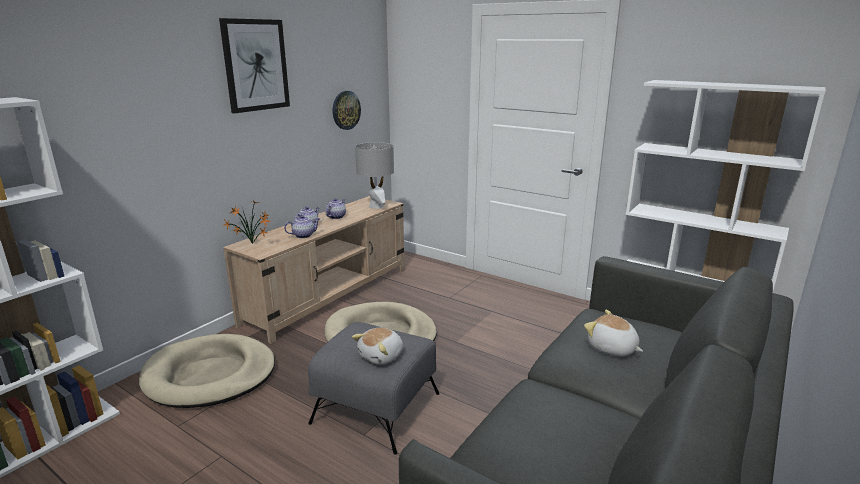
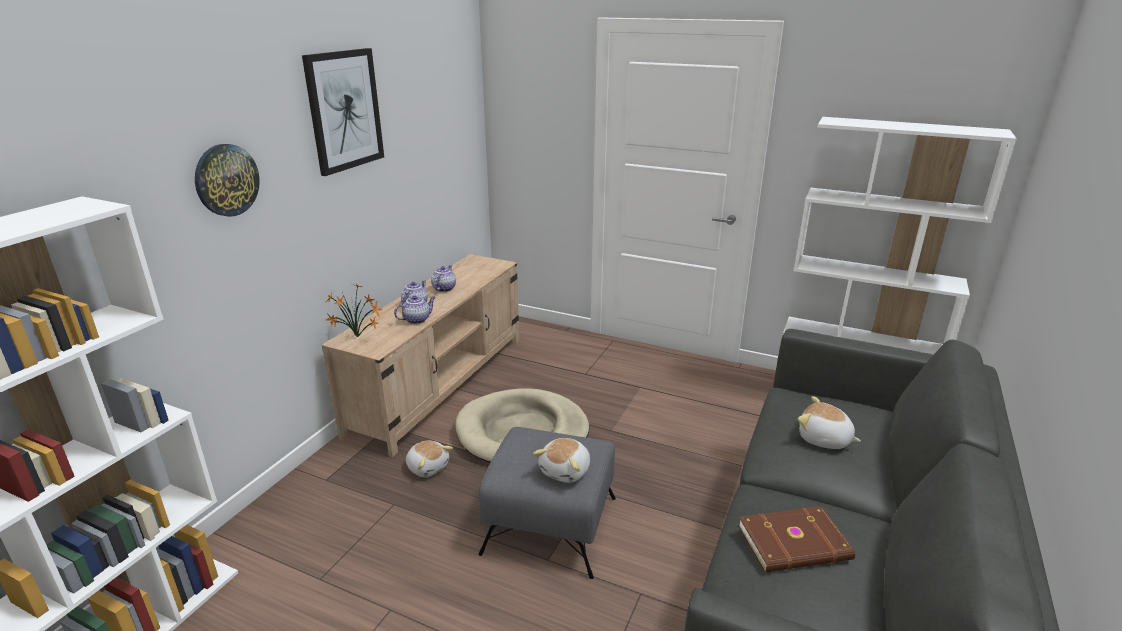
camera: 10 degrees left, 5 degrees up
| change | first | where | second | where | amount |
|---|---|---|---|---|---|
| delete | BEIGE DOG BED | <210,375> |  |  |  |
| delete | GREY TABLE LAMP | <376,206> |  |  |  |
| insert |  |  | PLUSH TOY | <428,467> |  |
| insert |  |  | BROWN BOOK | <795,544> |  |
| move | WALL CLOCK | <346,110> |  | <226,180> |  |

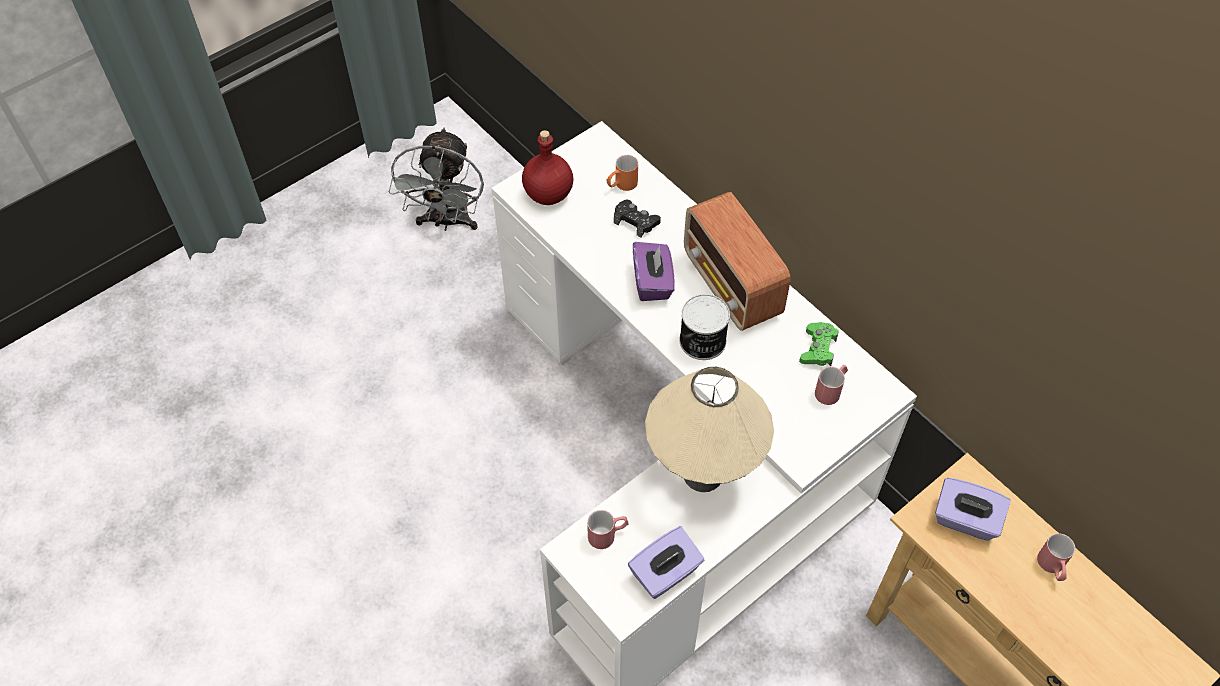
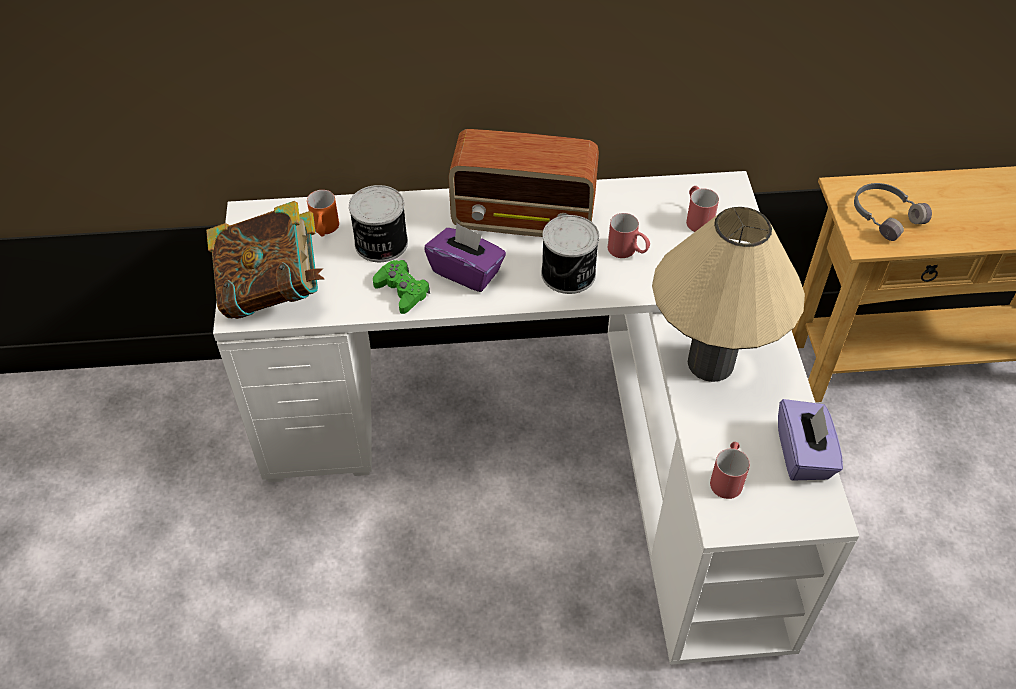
camera: 55 degrees left, 5 degrees down
| change | first | where | second | where | amount |
|---|---|---|---|---|---|
| delete | GREY FAN | <447,222> |  |  |  |
| move | GREEN GAME CONTROLLER | <818,348> |  | <402,291> |  |
| move | RED MUG | <1052,567> |  | <628,251> |  |
| replace | RED BOTTLE | <548,193> | BOOK | <273,291> |  |
| replace | BLACK GAME CONTROLLER | <636,221> | CAN | <380,244> |  |
| replace | PURPLE TISSUE BOX | <965,520> | GREY HEADPHONES | <885,215> |  |

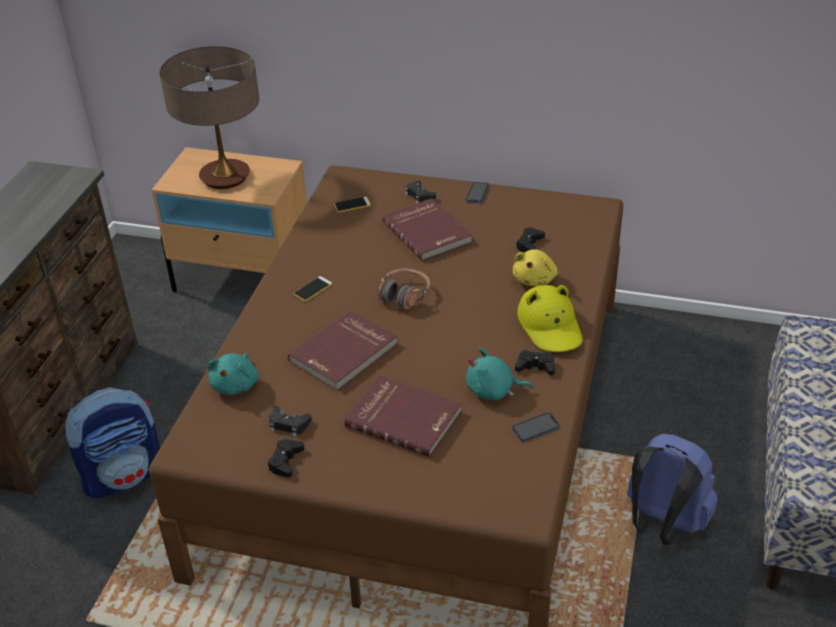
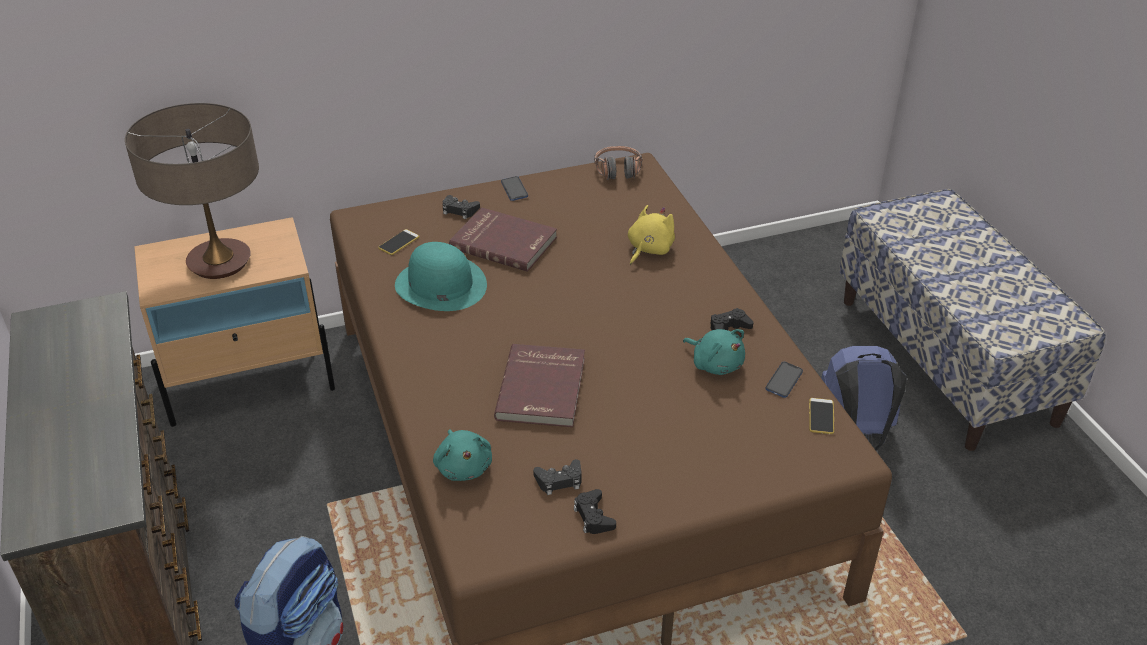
camera: 35 degrees left, 0 degrees up
| change | first | where | second | where | amount |
|---|---|---|---|---|---|
| delete | RED BOOK | <404,418> |  |  |  |
| delete | BLACK GAME CONTROLLER | <529,244> |  |  |  |
| delete | YELLOW HAT | <550,326> |  |  |  |
| insert |  |  | TURQUOISE HAT | <440,285> |  |
| move | PHONE | <313,289> |  | <821,416> |  |
| move | HEADPHONES | <404,295> |  | <618,170> |  |
| rotate | TURQUOISE PLUSH TOY | <493,390> |  | <715,364> | 105 degrees counterclockwise |
| rotate | YELLOW PLUSH TOY | <535,279> |  | <649,249> | 135 degrees counterclockwise |

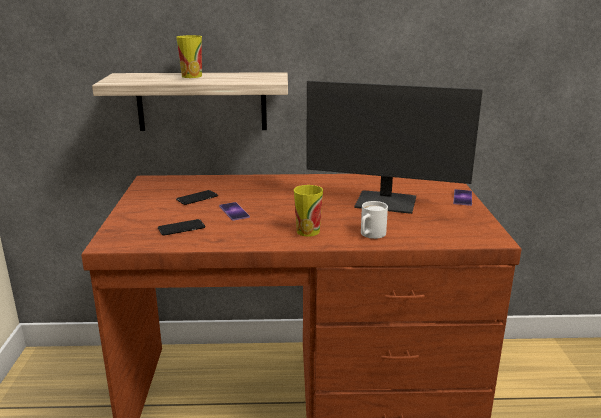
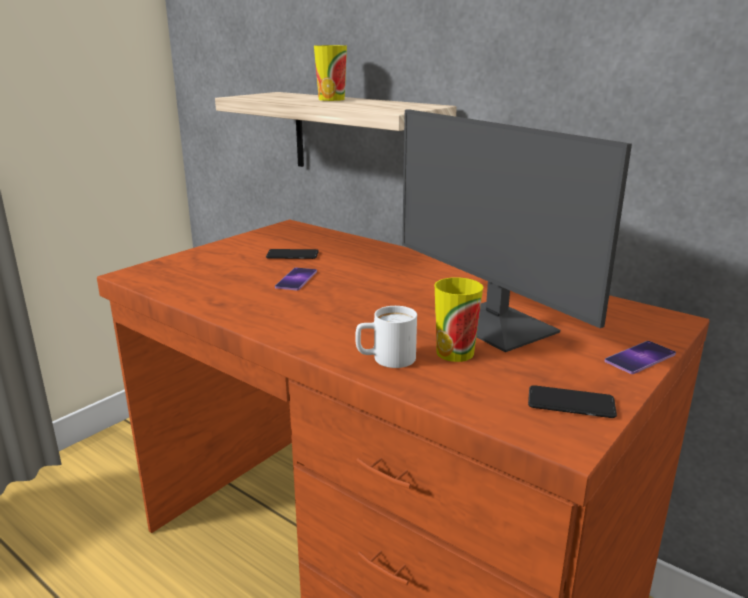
camera: 40 degrees right, 0 degrees up
| change | first | where | second | where | amount |
|---|---|---|---|---|---|
| move | PHONE | <181,228> |  | <571,403> |  |
| move | CUP | <308,231> |  | <455,353> |  |

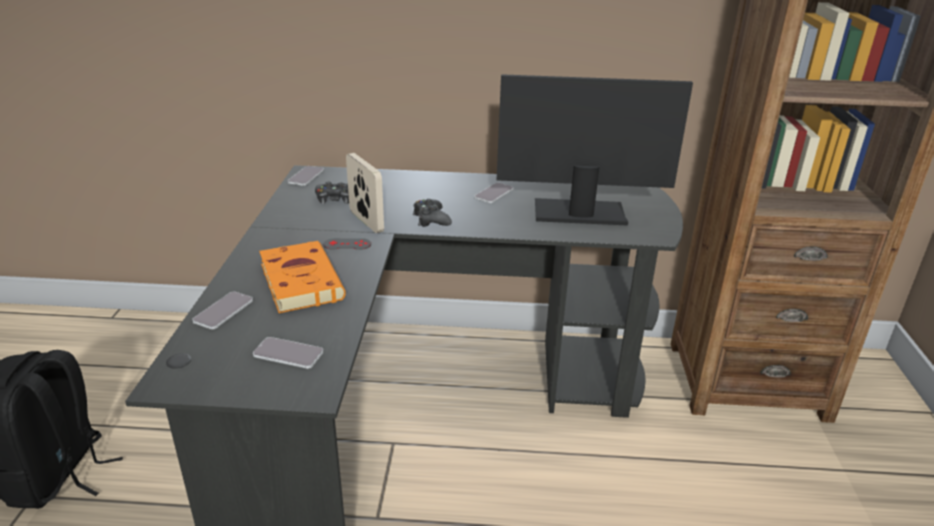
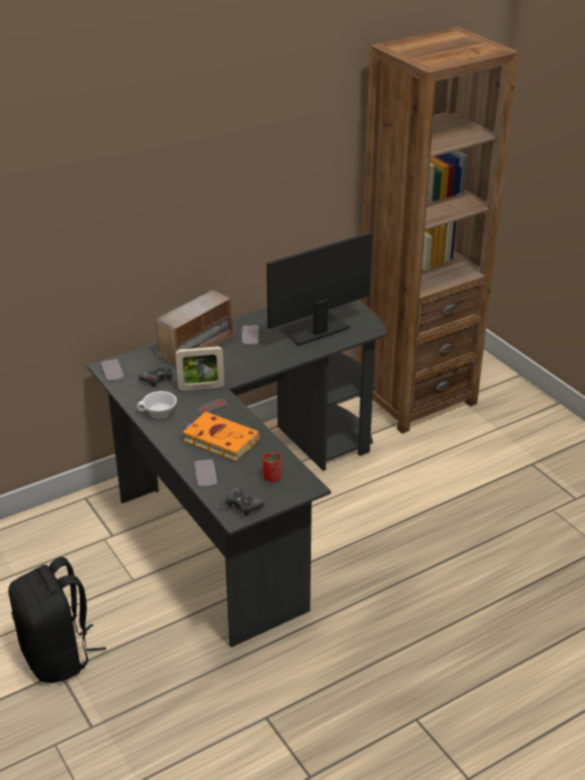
camera: 35 degrees left, 5 degrees up
| change | first | where | second | where | amount |
|---|---|---|---|---|---|
| insert |  |  | WHITE CUP | <159,413> |  |
| insert |  |  | RADIO | <196,346> |  |
| move | BLACK GAME CONTROLLER | <431,219> |  | <243,505> |  |
| replace | PHONE | <288,354> | RED CUP | <272,477> |  |
| rotate | PICTURE FRAME | <366,221> |  | <201,387> | 150 degrees clockwise |

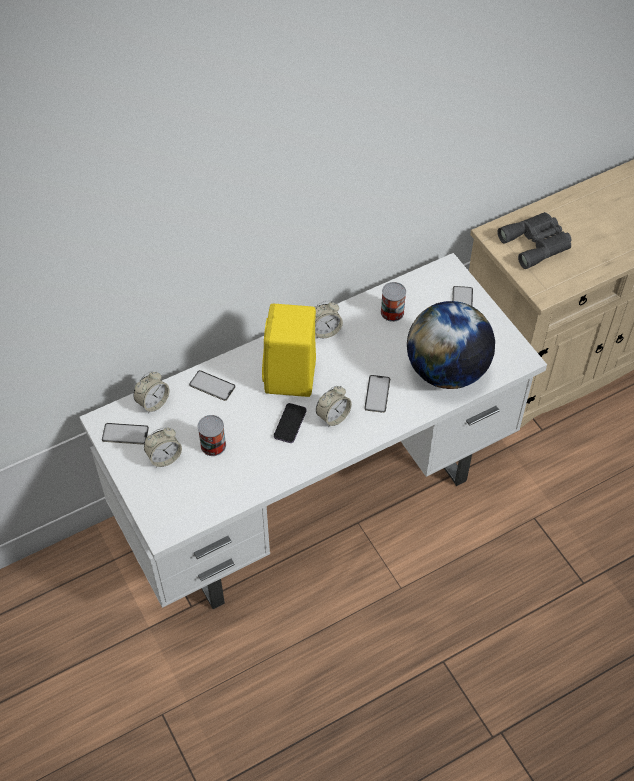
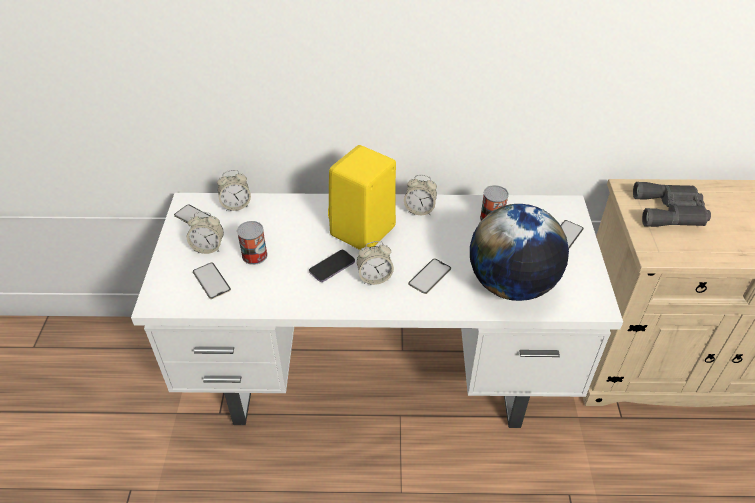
camera: 30 degrees right, 10 degrees down
| change | first | where | second | where | amount |
|---|---|---|---|---|---|
| move | PHONE | <212,386> |  | <211,281> |  |

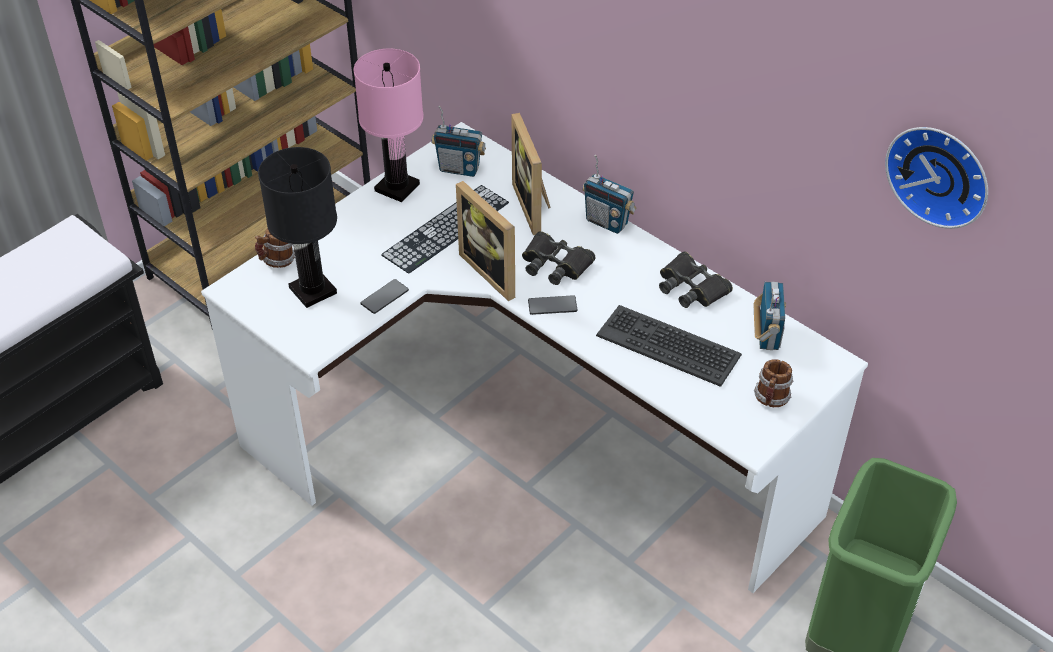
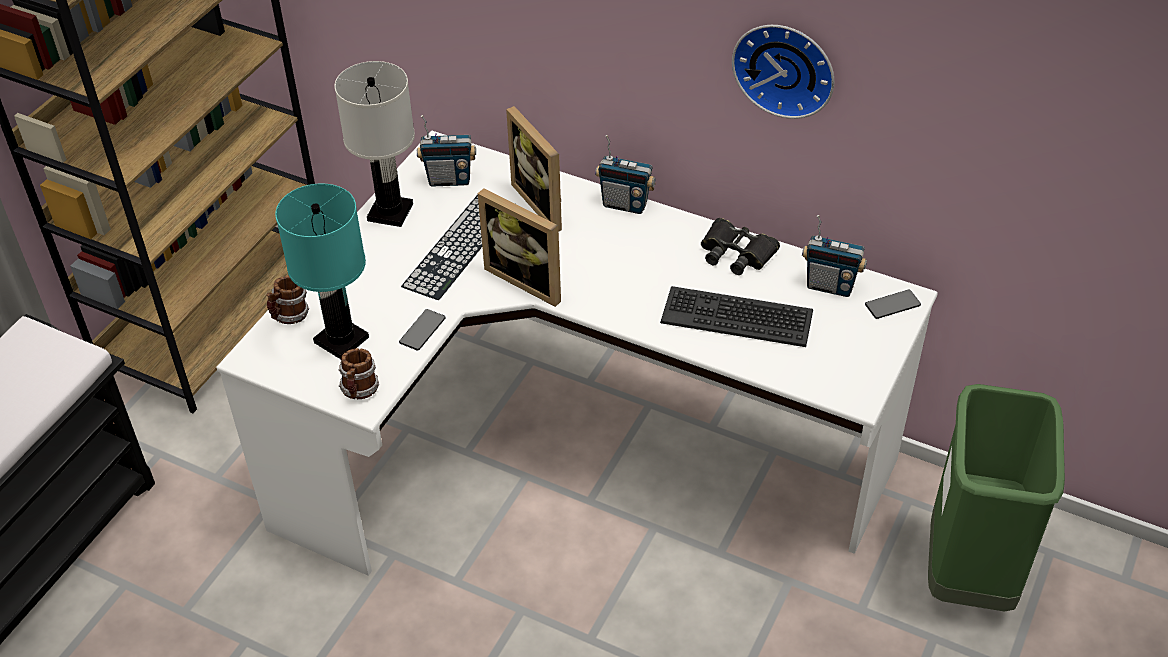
camera: 15 degrees left, 0 degrees up
| change | first | where | second | where | amount |
|---|---|---|---|---|---|
| delete | BLACK BINOCULARS | <555,264> |  |  |  |
| move | PHONE | <552,306> |  | <892,305> |  |
| move | MUG | <771,399> |  | <360,391> |  |
| move | WALL CLOCK | <940,173> |  | <785,67> |  |
| recolor | BLACK TABLE LAMP | <312,291> | TURQUOISE TABLE LAMP | <341,340> |  |
| recolor | PINK TABLE LAMP | <396,187> | WHITE TABLE LAMP | <389,212> |  |
| rotate | RADIO | <767,336> |  | <830,286> | 120 degrees clockwise |

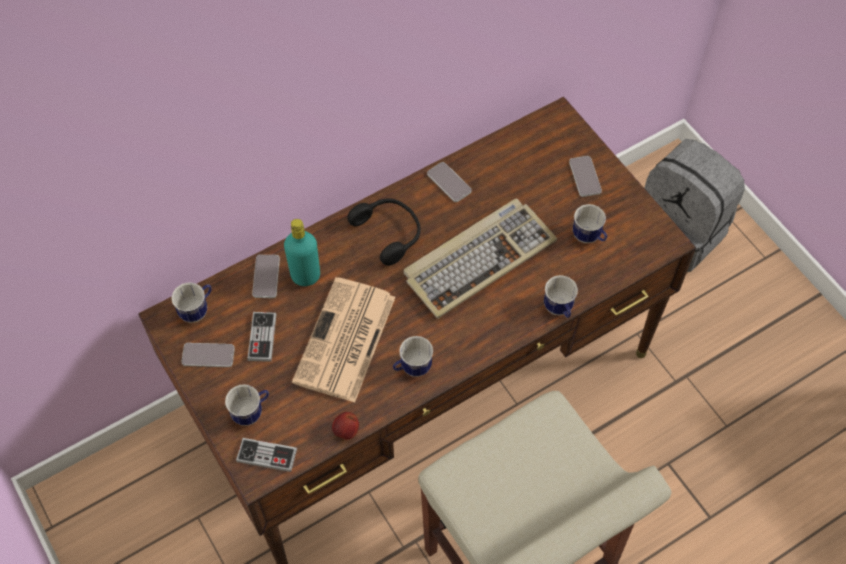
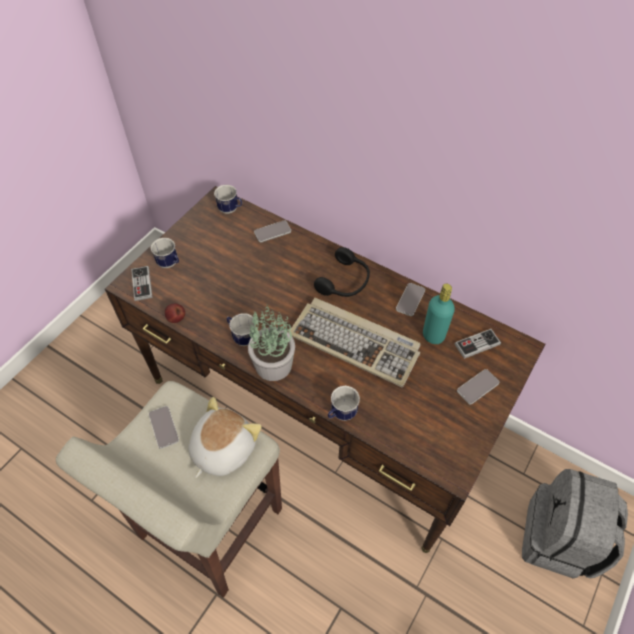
camera: 65 degrees right, 5 degrees down
| change | first | where | second | where | amount |
|---|---|---|---|---|---|
| delete | NEWSPAPER | <345,341> |  |  |  |
| delete | MUG | <589,237> |  |  |  |
| insert |  |  | PLUSH TOY | <222,449> |  |
| insert |  |  | POTTED PLANT | <272,364> |  |
| move | PHONE | <208,355> |  | <164,427> |  |
| move | GAME CONTROLLER | <262,337> |  | <477,344> |  |
| move | TURQUOISE BOTTLE | <305,276> |  | <433,335> |  |

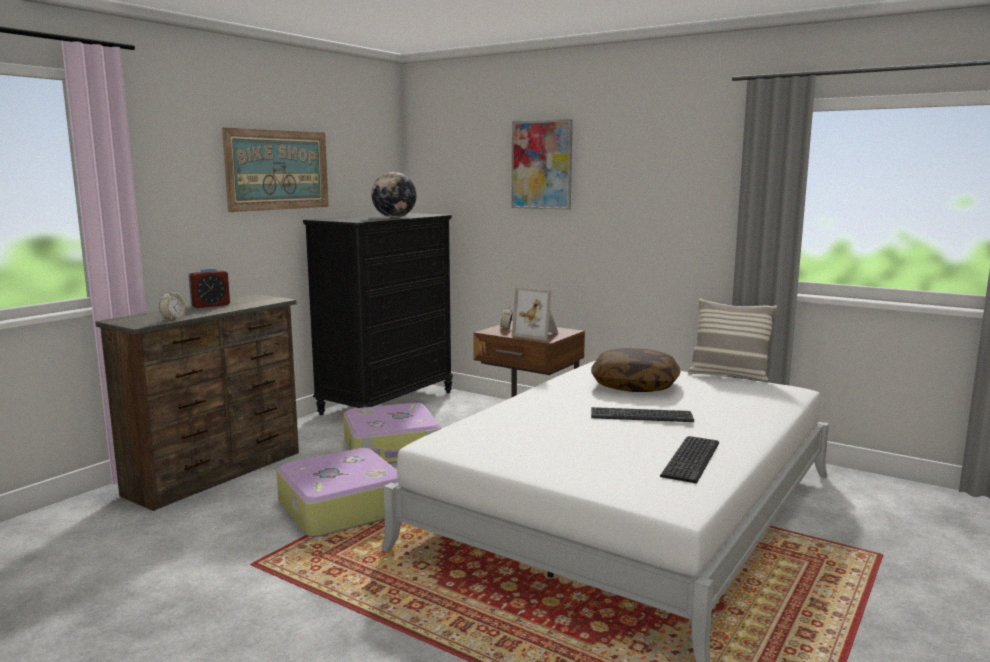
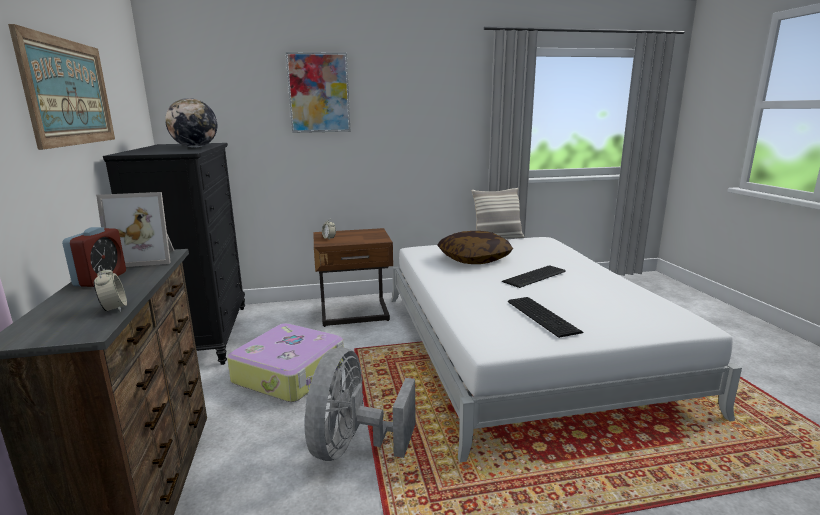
camera: 45 degrees left, 5 degrees up
| change | first | where | second | where | amount |
|---|---|---|---|---|---|
| move | PICTURE FRAME | <537,334> |  | <146,258> |  |
| move | KEYBOARD | <693,459> |  | <543,315> |  |
| replace | SUITCASE | <340,507> | GREY FAN | <353,447> |  |

